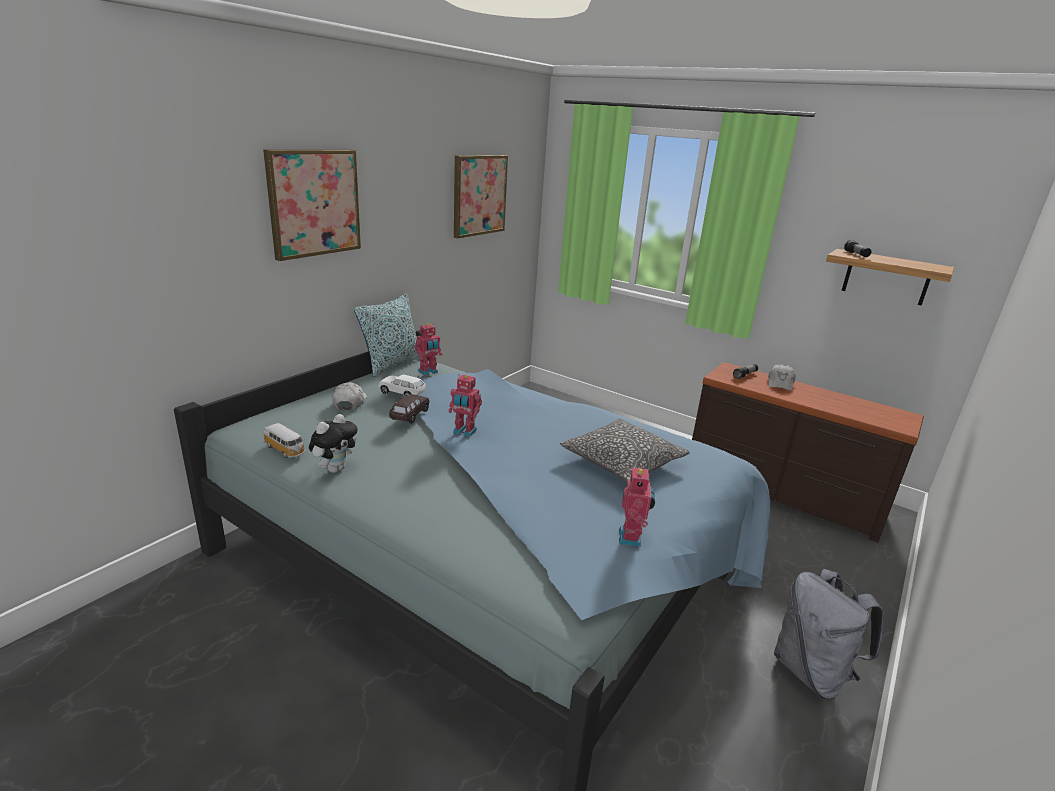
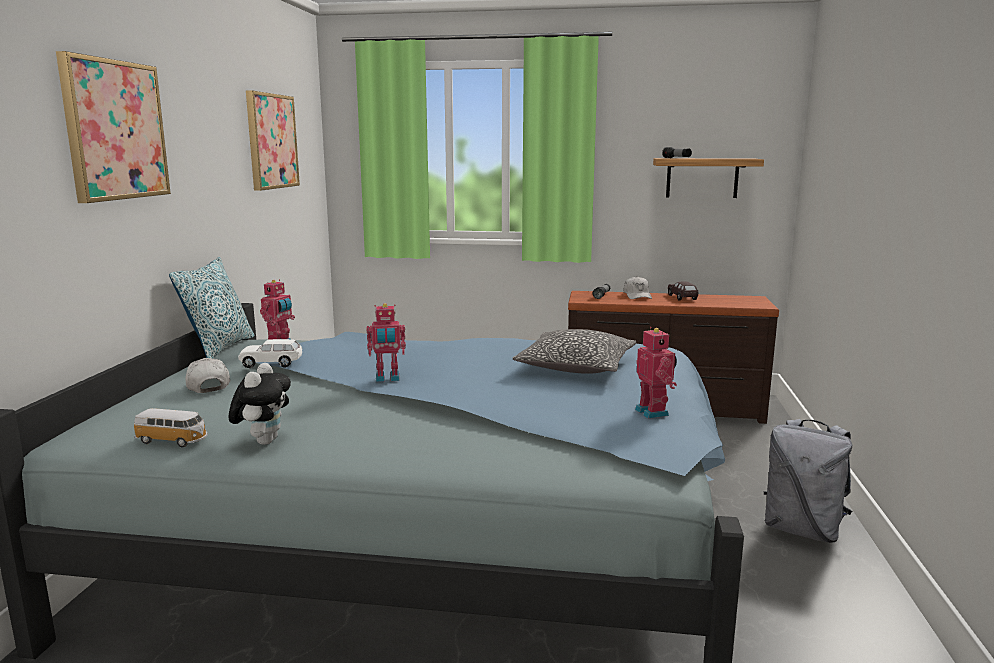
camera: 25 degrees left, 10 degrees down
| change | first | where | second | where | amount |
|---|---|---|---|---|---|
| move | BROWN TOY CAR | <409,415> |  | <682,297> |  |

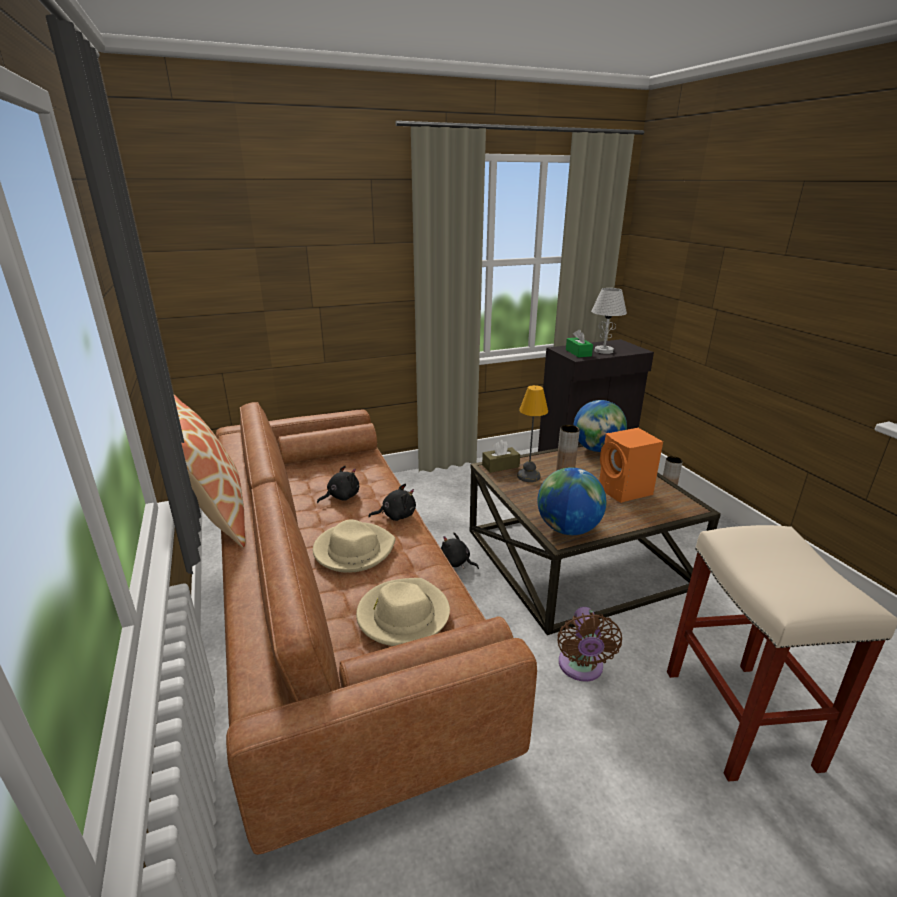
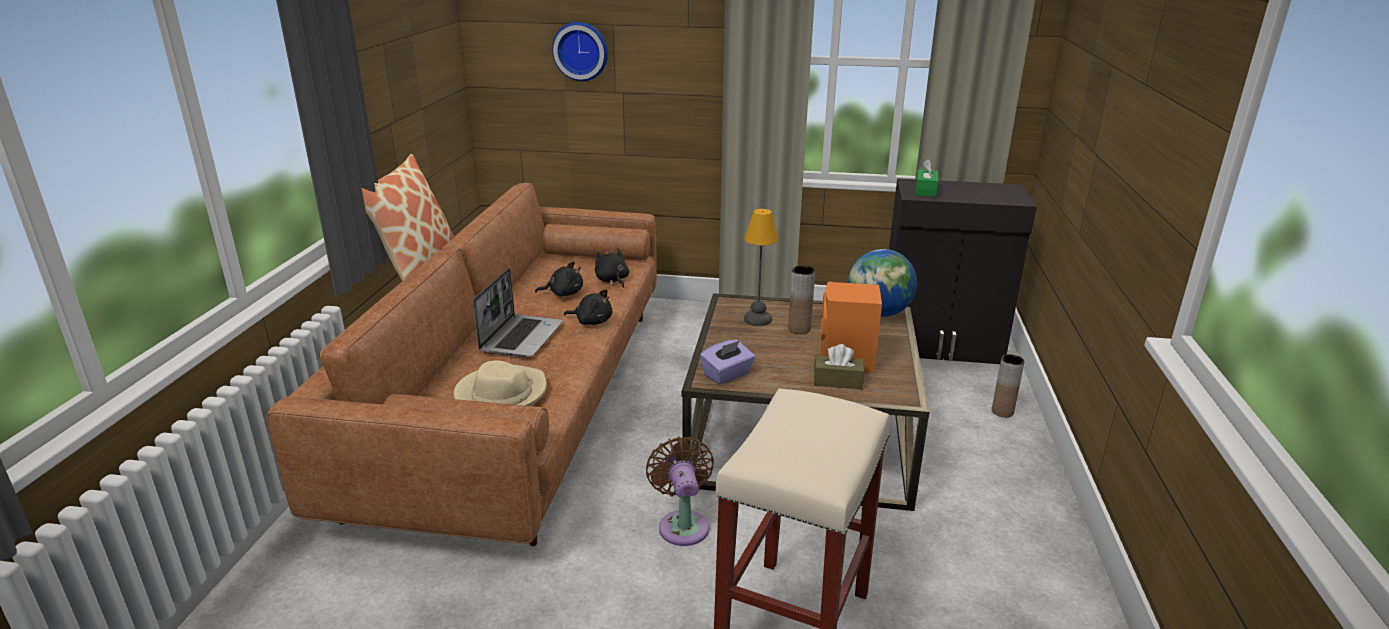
camera: 30 degrees right, 0 degrees up
| change | first | where | second | where | amount |
|---|---|---|---|---|---|
| delete | WHITE TABLE LAMP | <603,351> |  |  |  |
| insert |  |  | WALL CLOCK | <581,51> |  |
| move | BLACK PLUSH TOY | <456,562> |  | <612,280> |  |
| move | BROWN TISSUE BOX | <500,466> |  | <838,381> |  |
| replace | BEIGE HAT | <353,550> | LAPTOP | <521,337> |  |
| replace | GLOBE | <568,529> | PURPLE TISSUE BOX | <727,374> |  |
| rotate | BROWN FAN | <581,668> |  | <683,524> | 135 degrees clockwise |

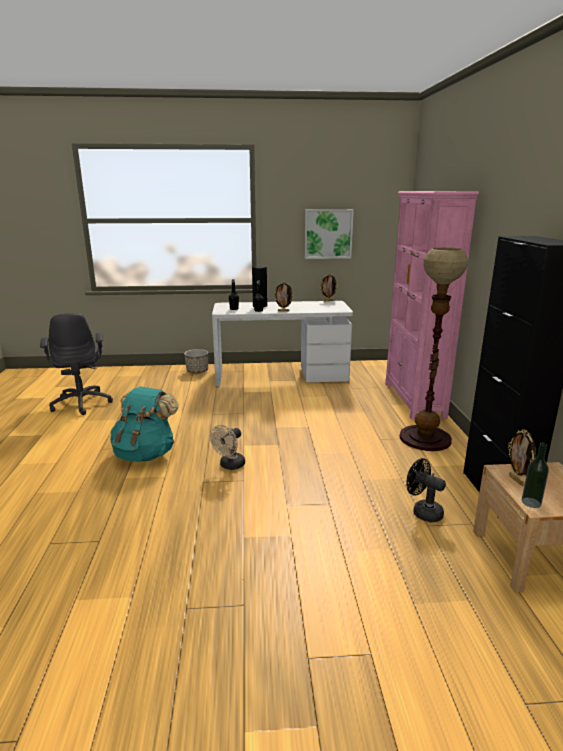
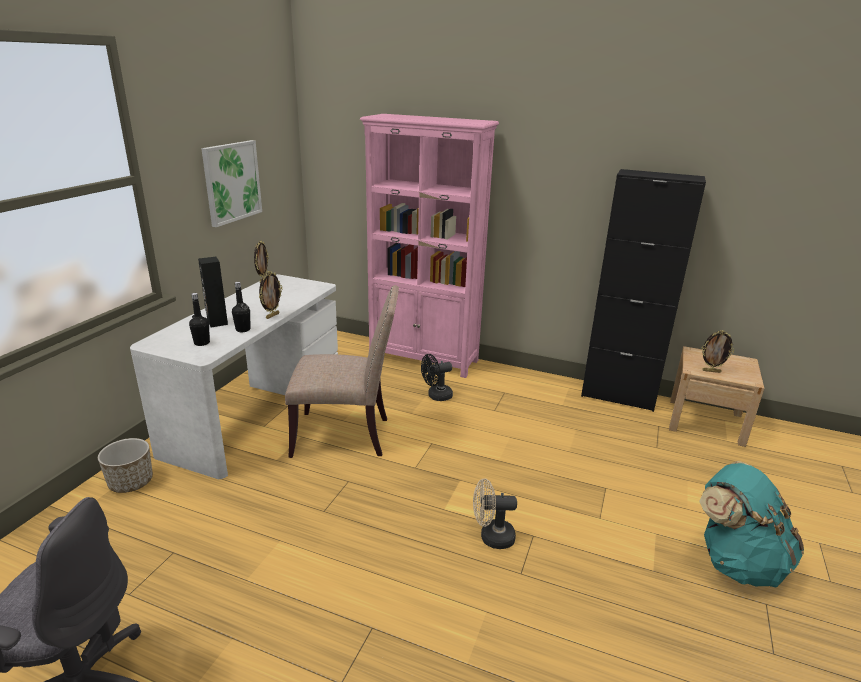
camera: 65 degrees left, 5 degrees up
| change | first | where | second | where | amount |
|---|---|---|---|---|---|
| delete | FLOOR LAMP | <424,438> |  |  |  |
| delete | BOTTLE | <531,502> |  |  |  |
| insert |  |  | BEIGE CHAIR | <346,435> |  |
| move | TURQUOISE BACKPACK | <146,454> |  | <736,561> |  |
| move | BLACK FAN | <423,512> |  | <436,396> |  |
| rotate | BEIGE FAN | <230,466> |  | <491,537> | 120 degrees clockwise |

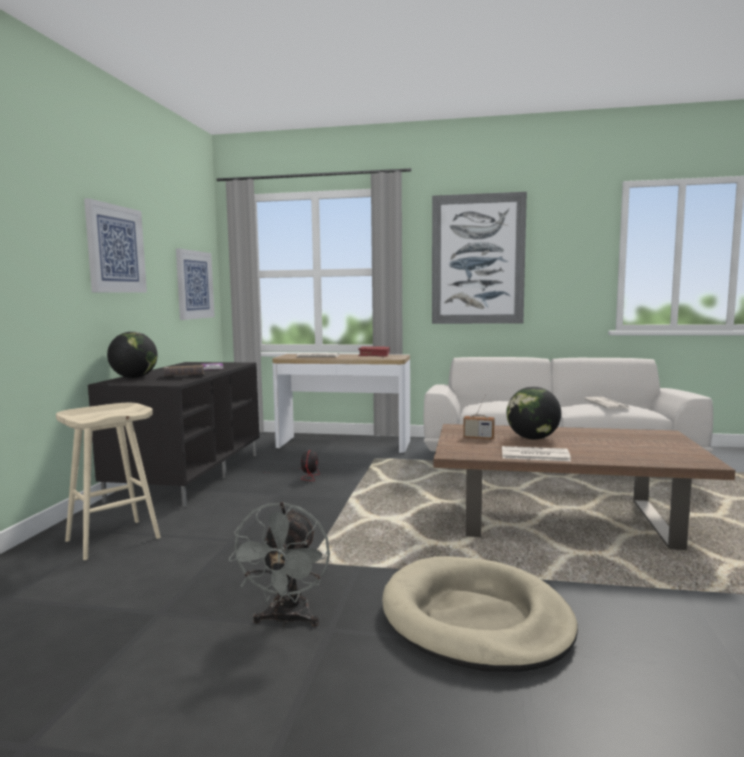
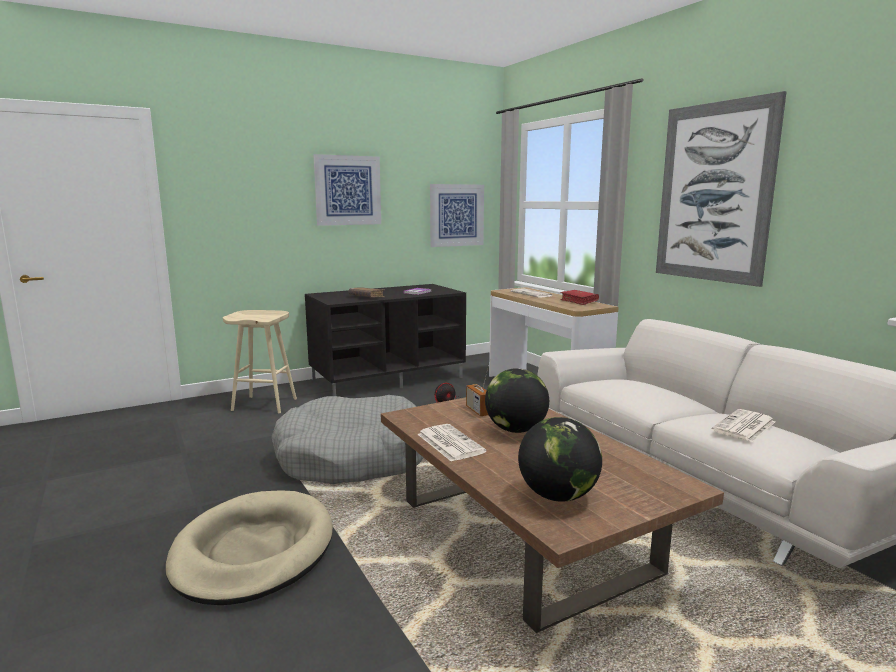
camera: 50 degrees right, 5 degrees up
| change | first | where | second | where | amount |
|---|---|---|---|---|---|
| delete | GREY FAN | <286,620> |  |  |  |
| insert |  |  | GREY DOG BED | <352,457> |  |
| move | GLOBE | <134,377> |  | <557,496> |  |

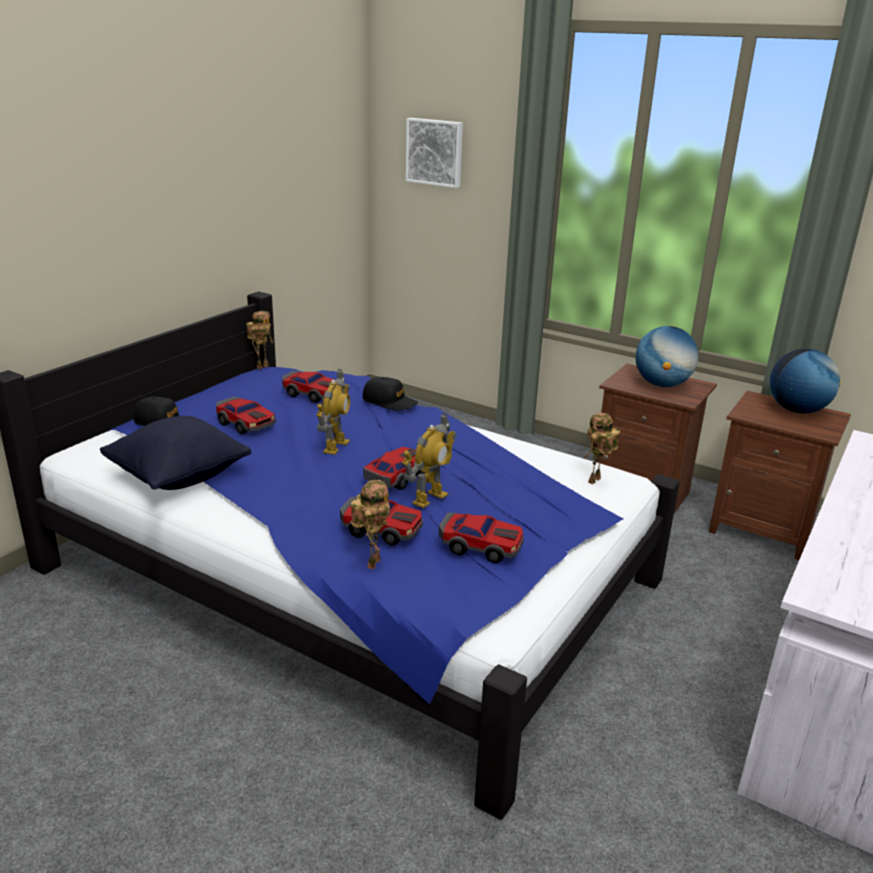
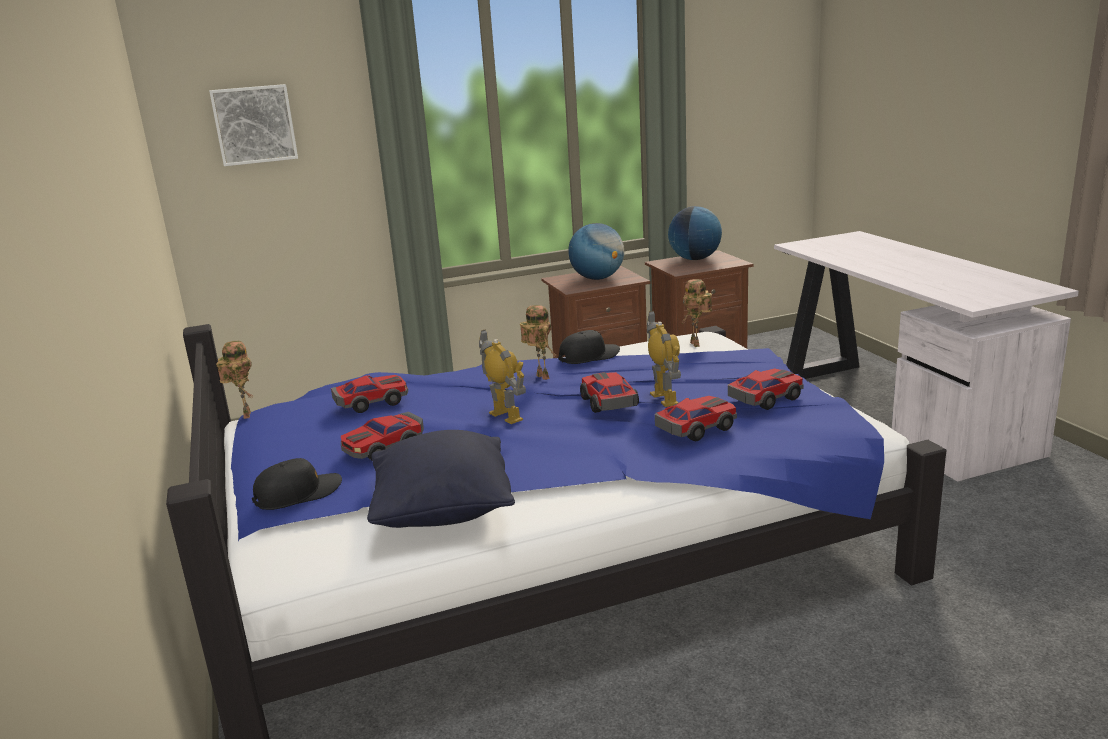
camera: 50 degrees left, 5 degrees down
| change | first | where | second | where | amount |
|---|---|---|---|---|---|
| move | TOY ROBOT | <372,562> |  | <540,377> |  |
| move | BLACK CAP | <389,402> |  | <589,356> |  |
| rotate | TOY CAR | <246,423> |  | <384,447> | 150 degrees clockwise |

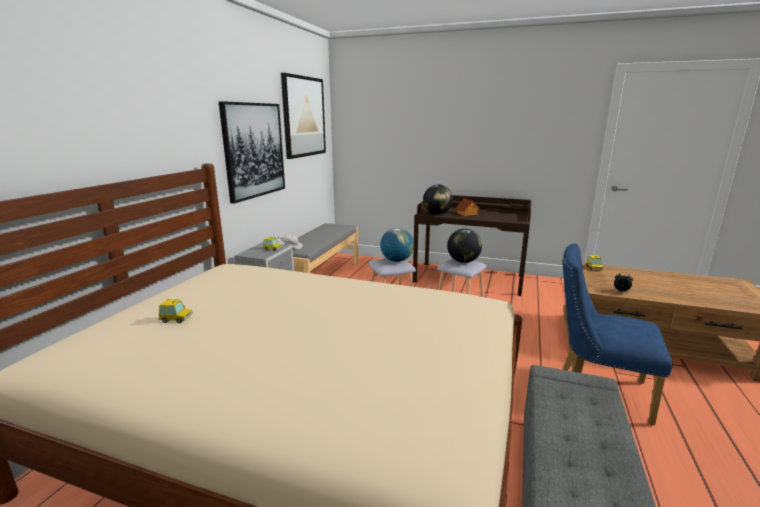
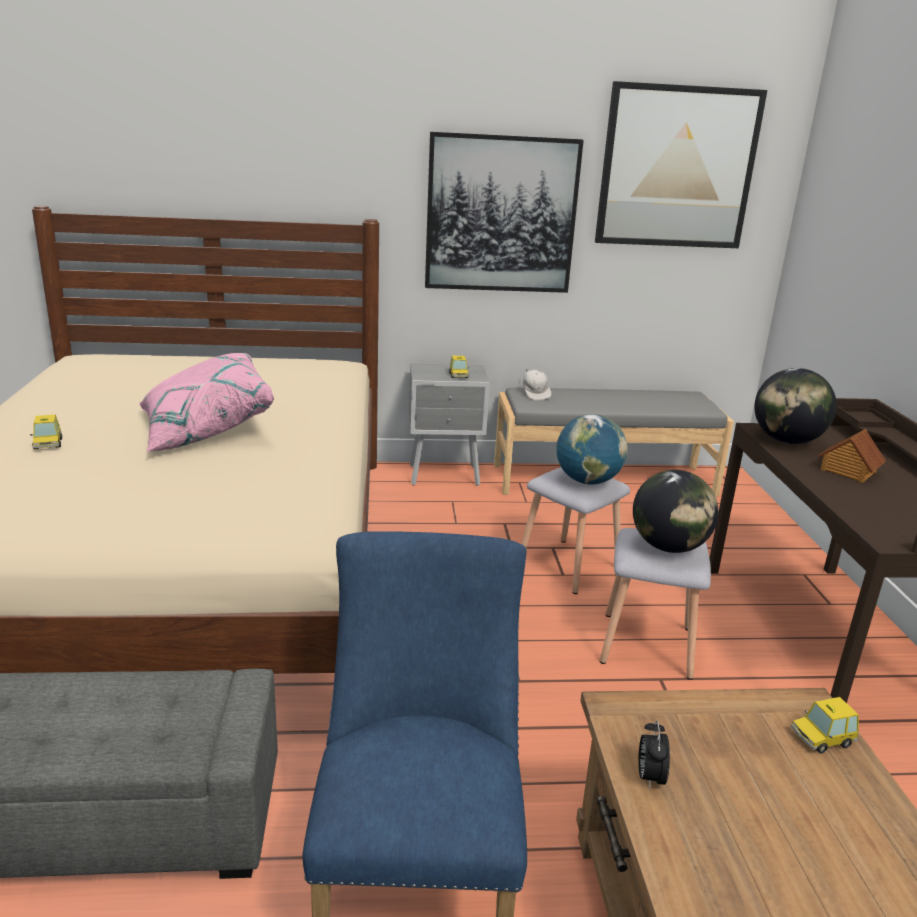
camera: 65 degrees right, 5 degrees up
| change | first | where | second | where | amount |
|---|---|---|---|---|---|
| insert |  |  | PINK PILLOW | <204,430> |  |
| move | TOY CAR | <176,319> |  | <48,444> |  |

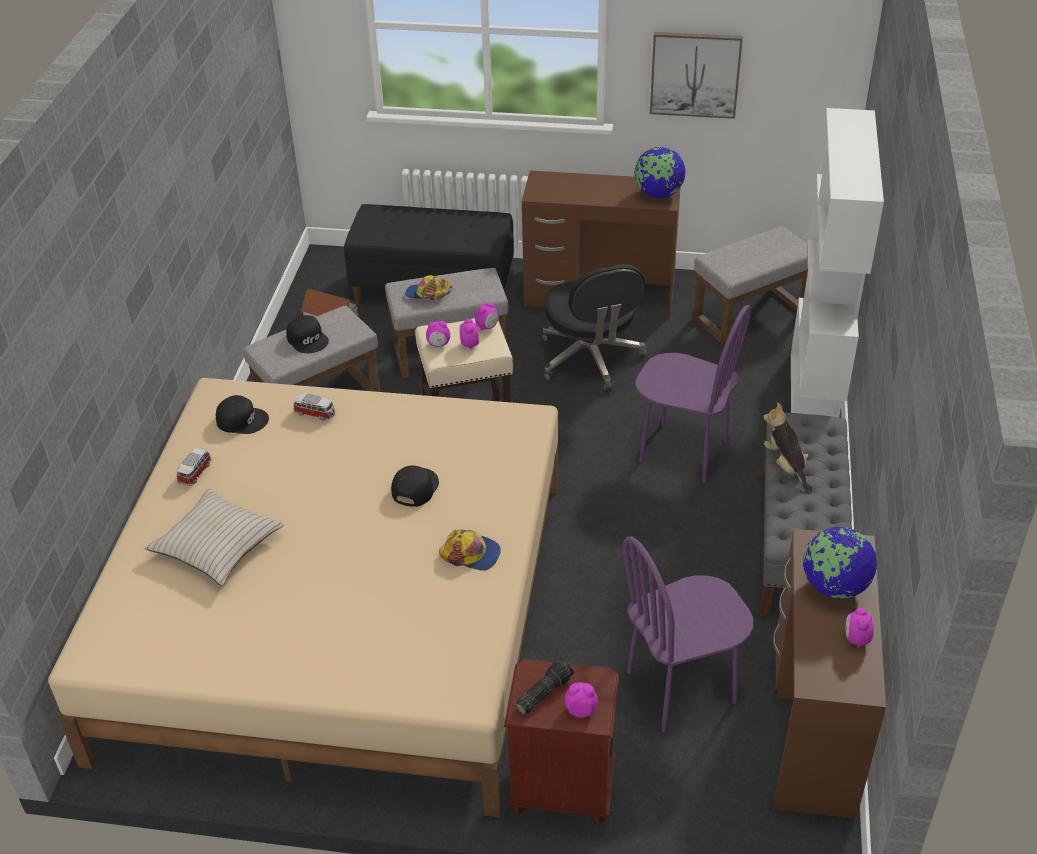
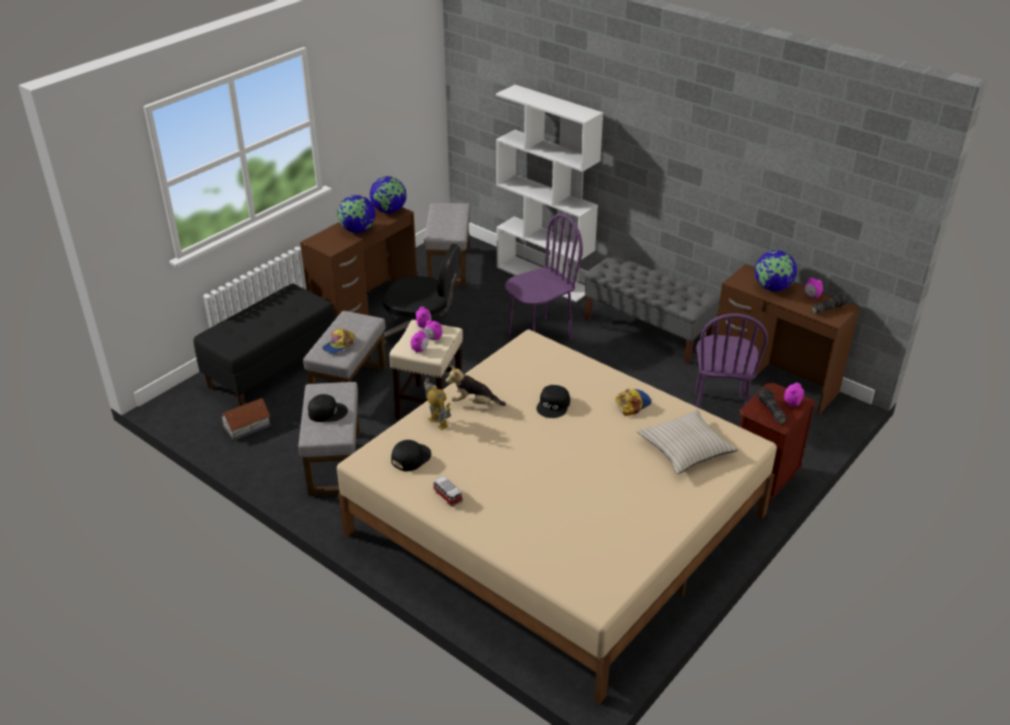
camera: 60 degrees left, 5 degrees down
| change | first | where | second | where | amount |
|---|---|---|---|---|---|
| delete | PICTURE | <695,74> |  |  |  |
| insert |  |  | GLOBE | <357,230> |  |
| insert |  |  | FLASHLIGHT | <827,308> |  |
| move | BEIGE PILLOW | <217,546> |  | <686,448> |  |
| move | PLUSH TOY | <786,465> |  | <474,403> |  |
| replace | TOY CAR | <315,413> | TOY ROBOT | <438,422> |  |
| rotate | BLACK CAP | <414,488> |  | <554,405> | 120 degrees counterclockwise |

